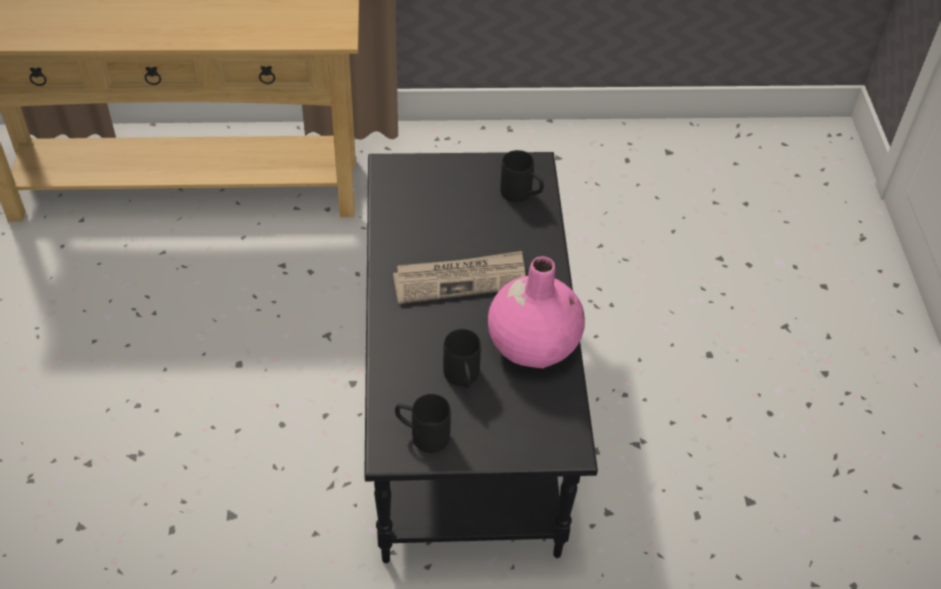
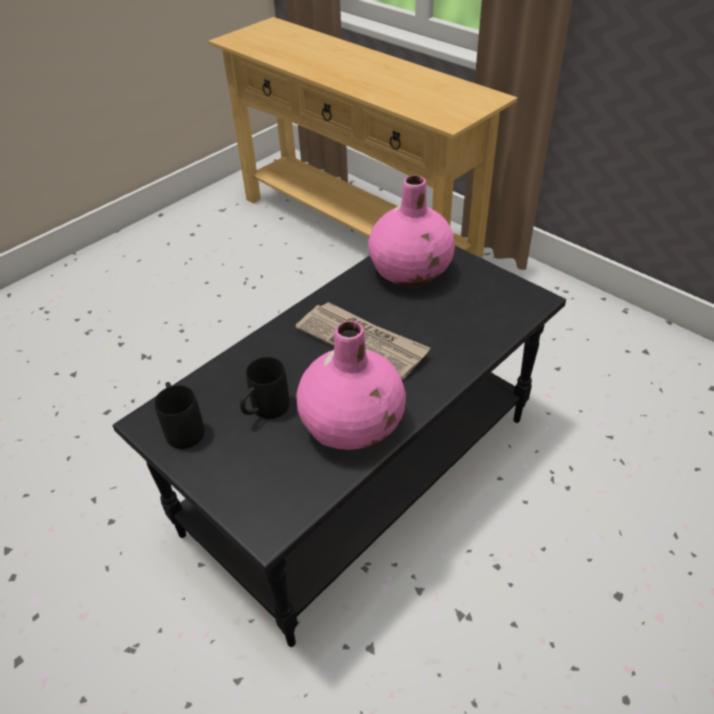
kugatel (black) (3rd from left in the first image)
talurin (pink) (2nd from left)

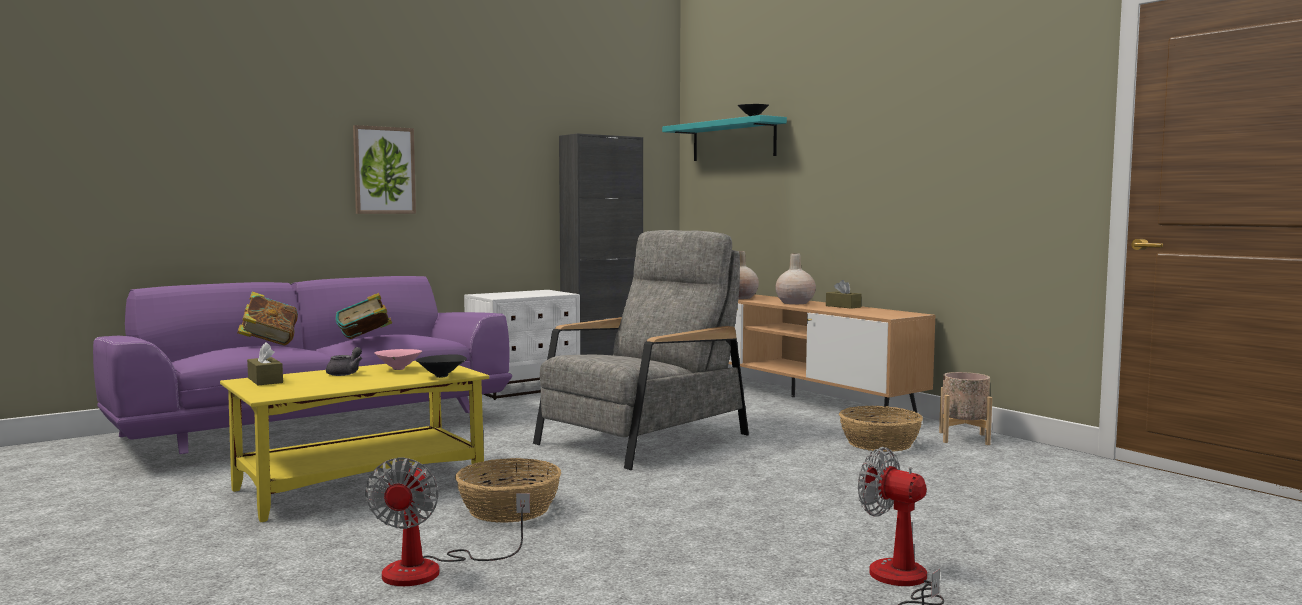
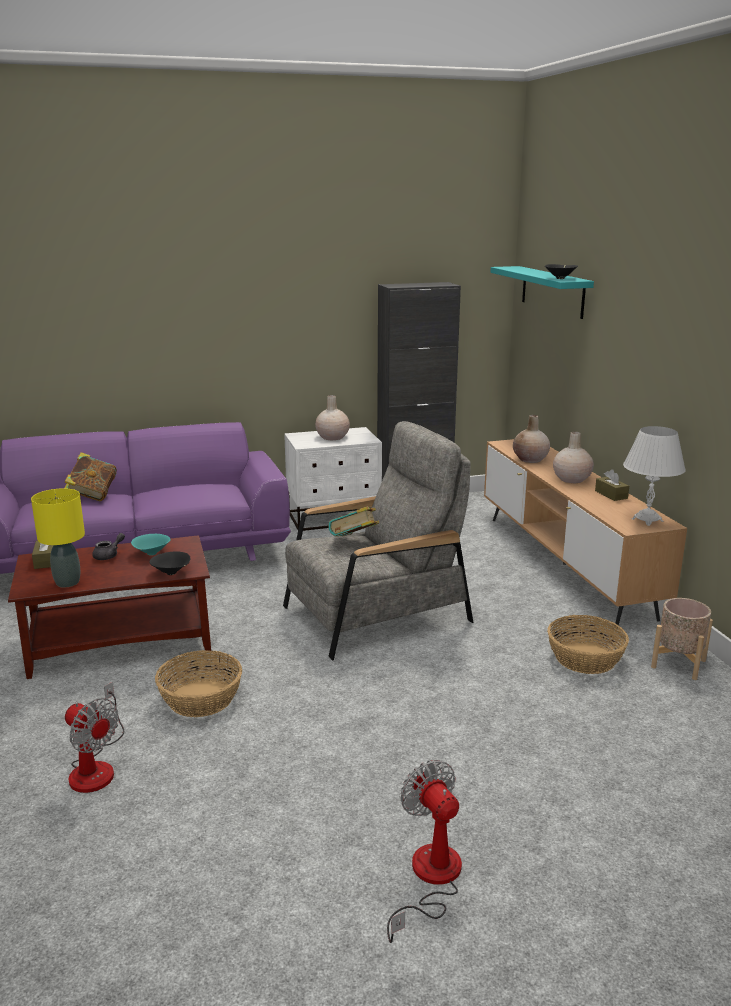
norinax
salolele (2nd from left)
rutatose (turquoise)
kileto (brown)
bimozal (1st from left)
talurin (beige) (1st from left)
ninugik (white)
ninugik (yellow)

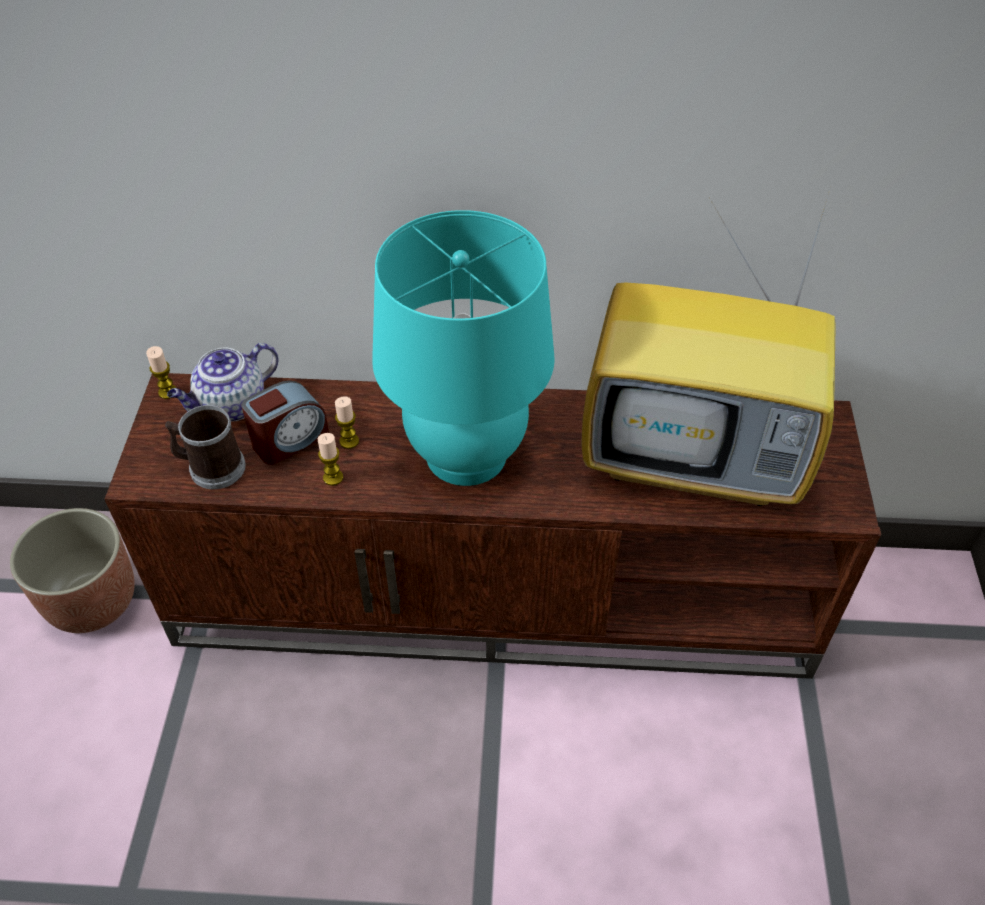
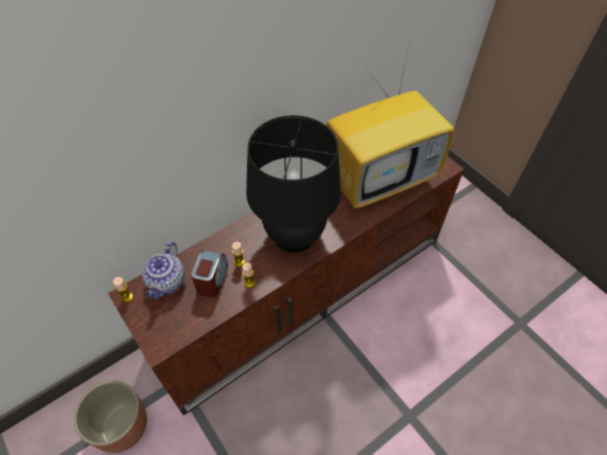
ninugik (black)
kugatel

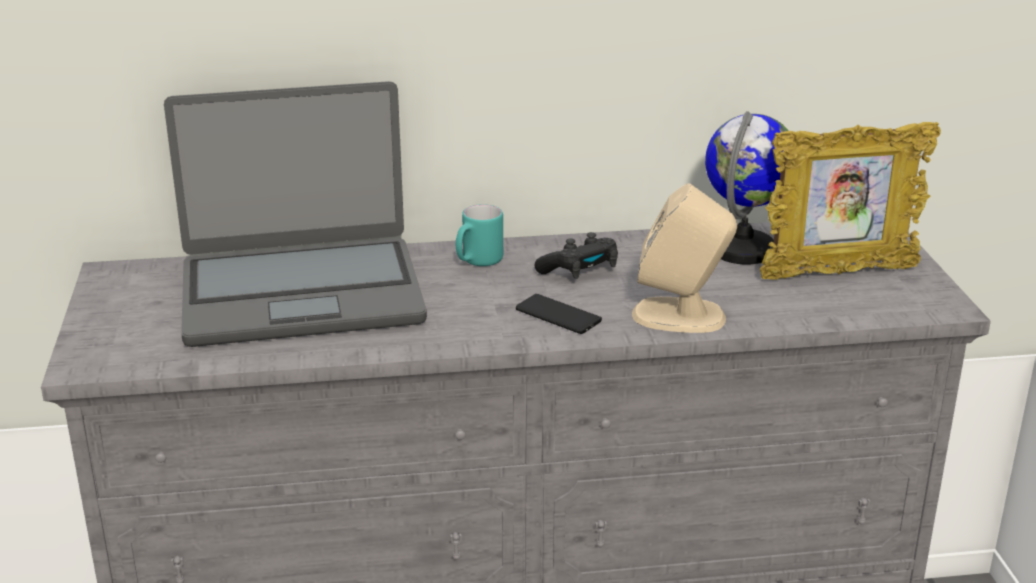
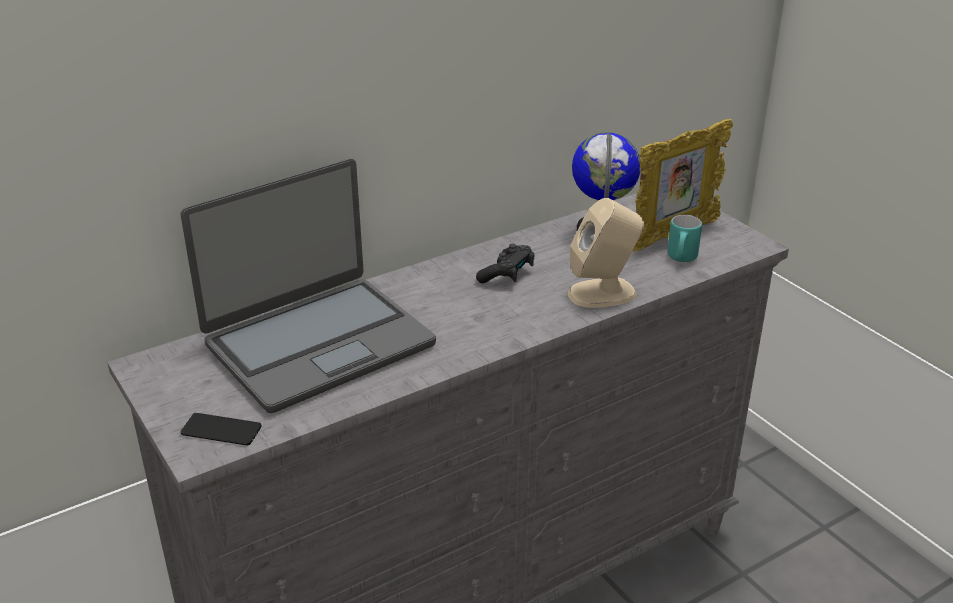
kugatel (turquoise)
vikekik

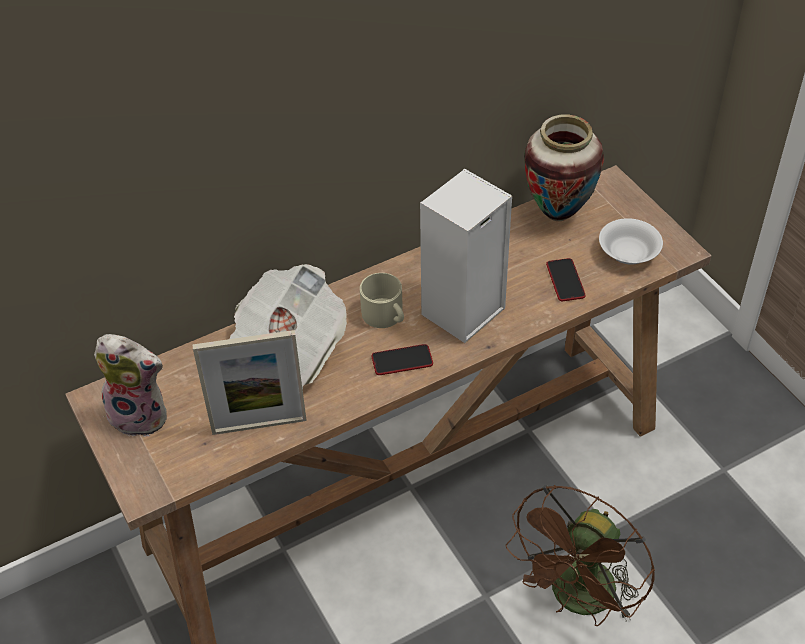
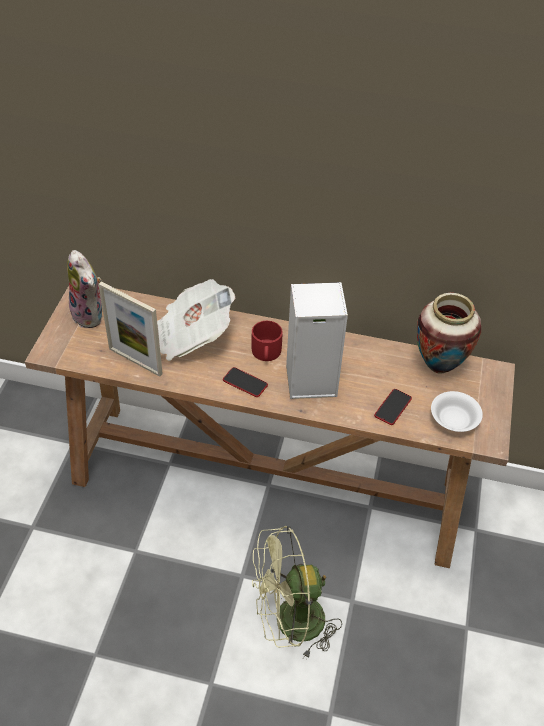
kugatel (red)
bimozal (green)

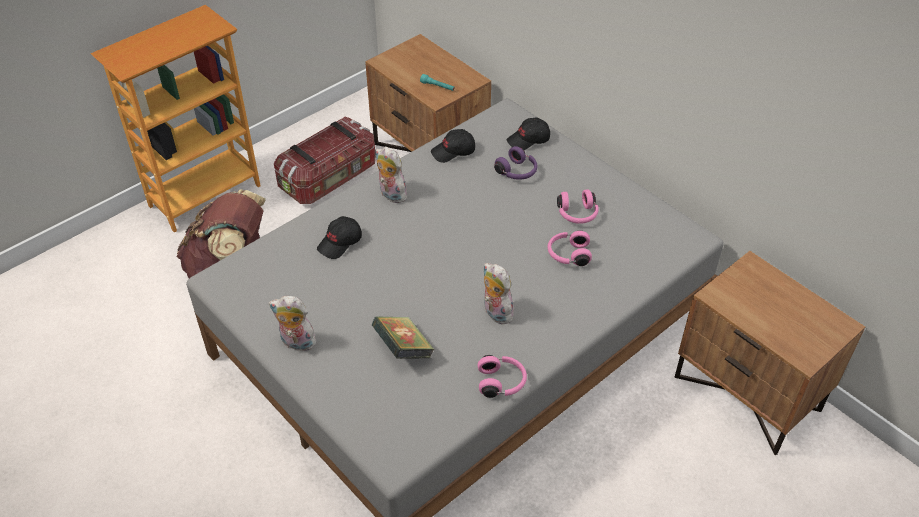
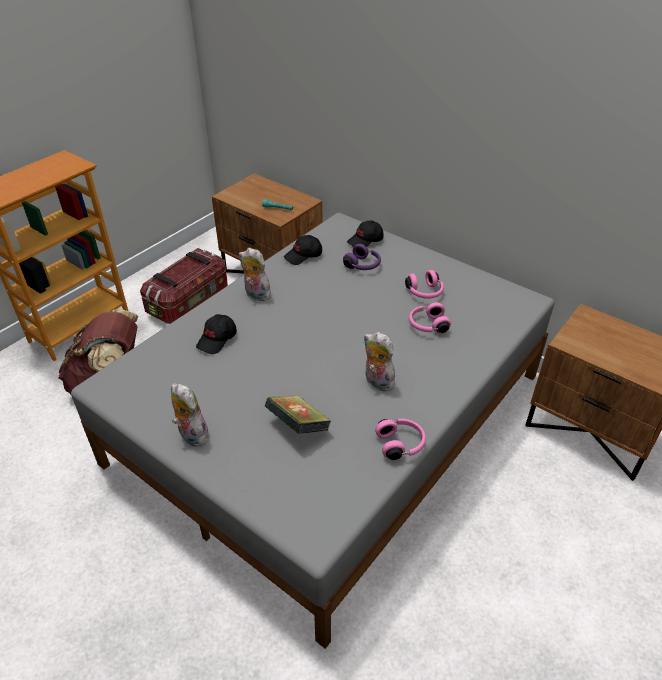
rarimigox (1st from left)

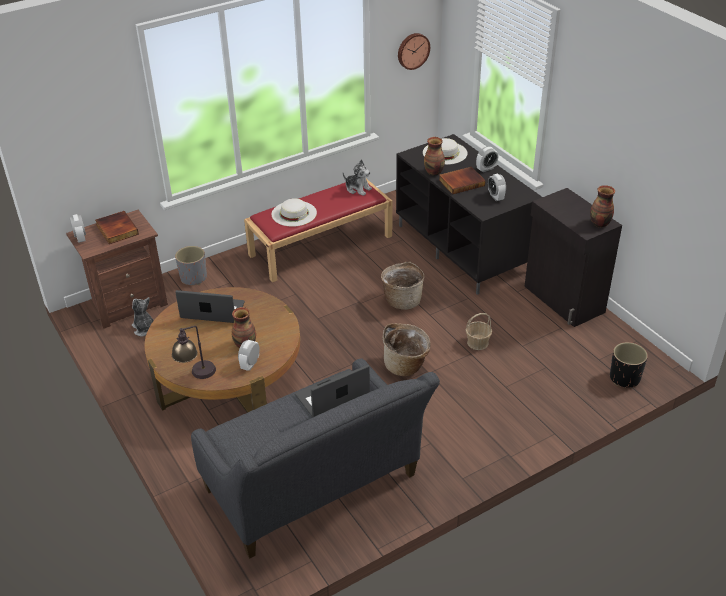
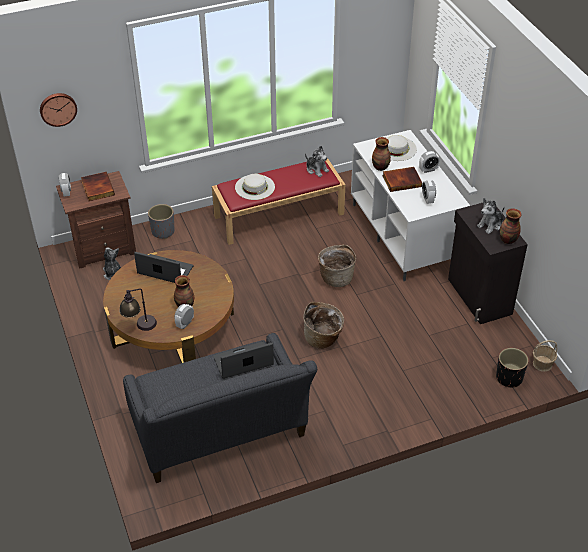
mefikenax
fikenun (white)
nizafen (3rd from left)
rarimigox (3rd from left)

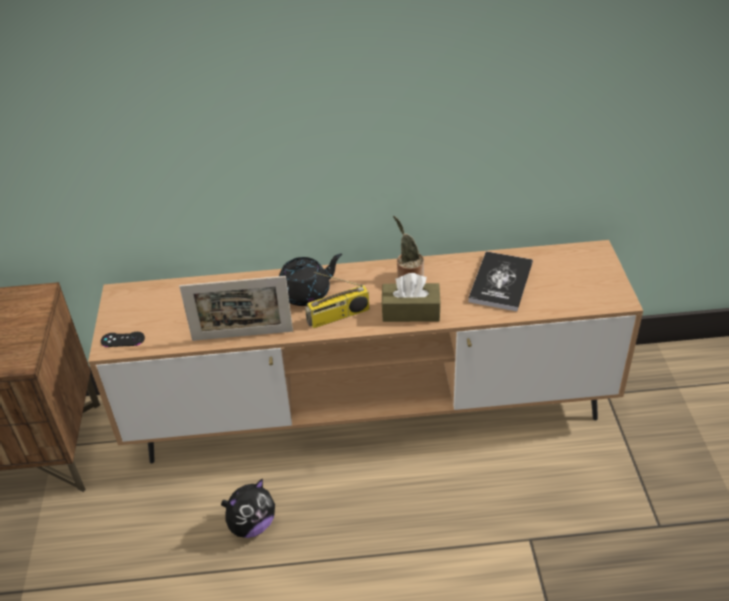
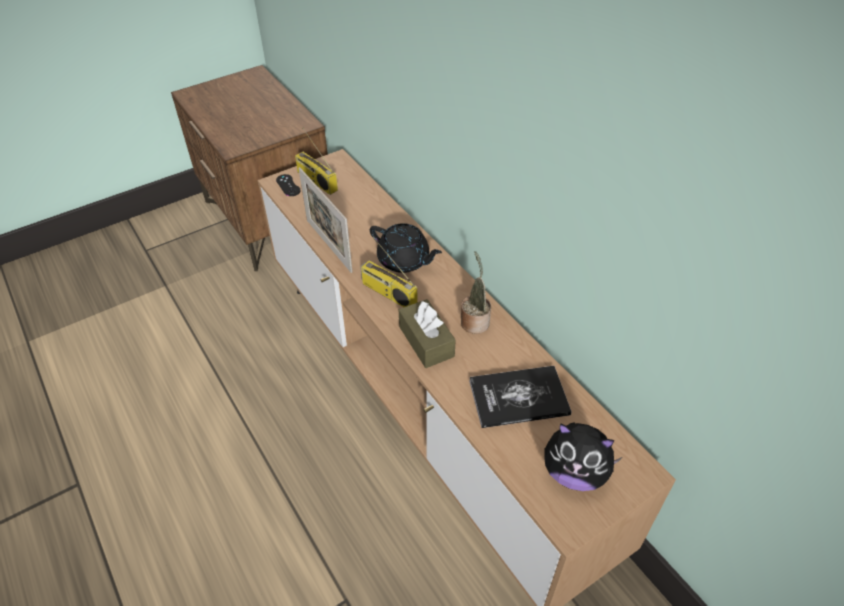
rarimigox
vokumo (1st from left)

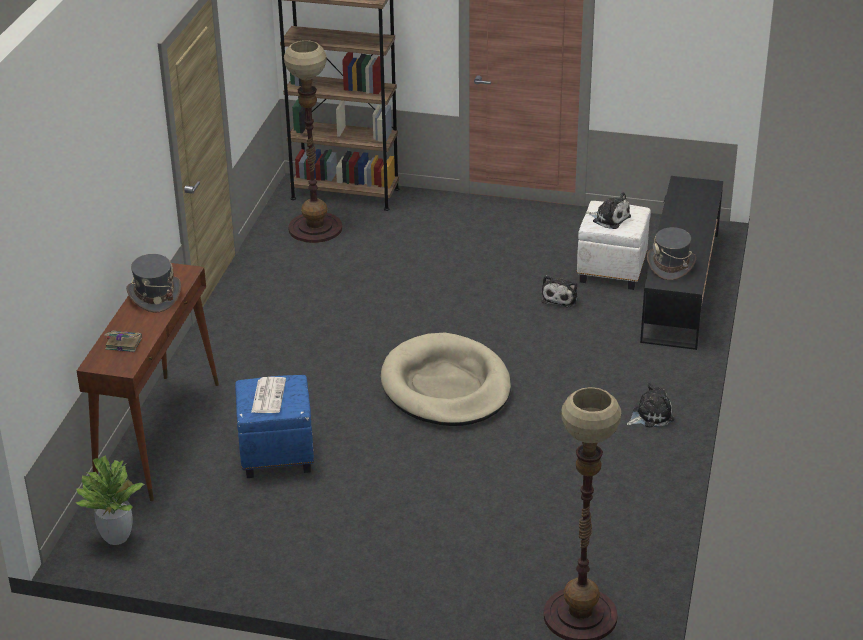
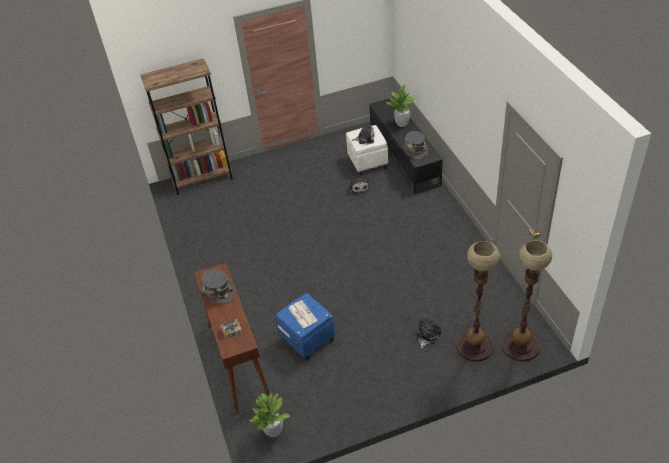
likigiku (1st from left)
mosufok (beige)
rarimigox (3rd from left)
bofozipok (2nd from left)

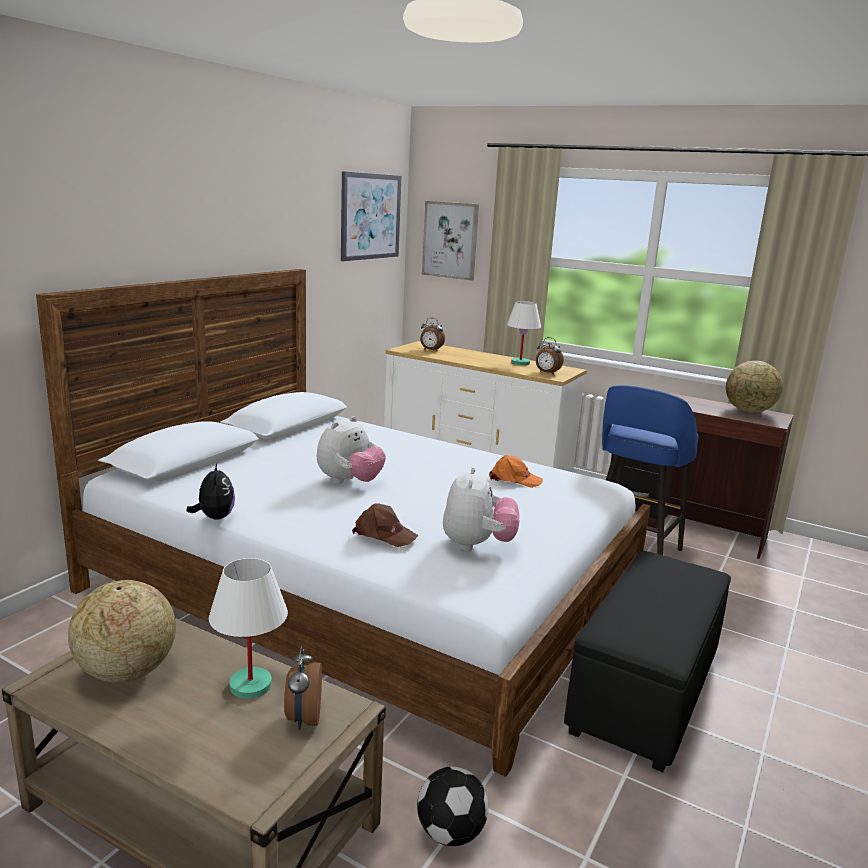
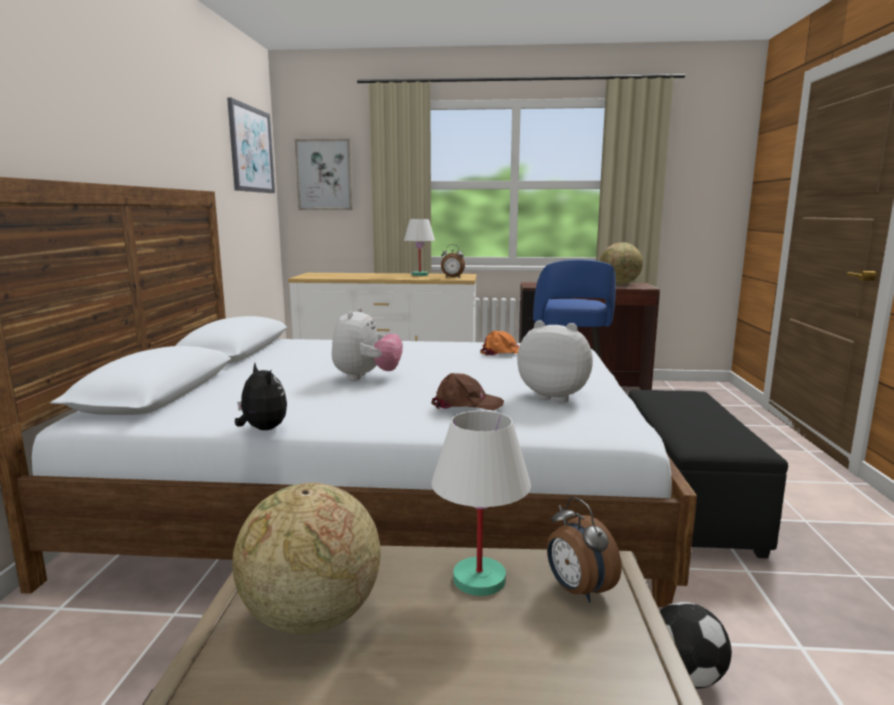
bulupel (2nd from left in the first image)
rarimigox (3rd from left)

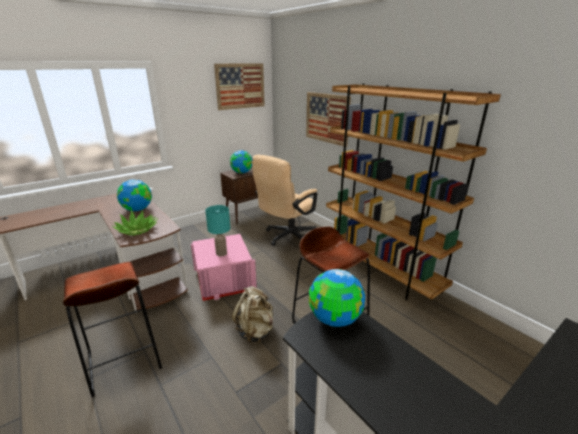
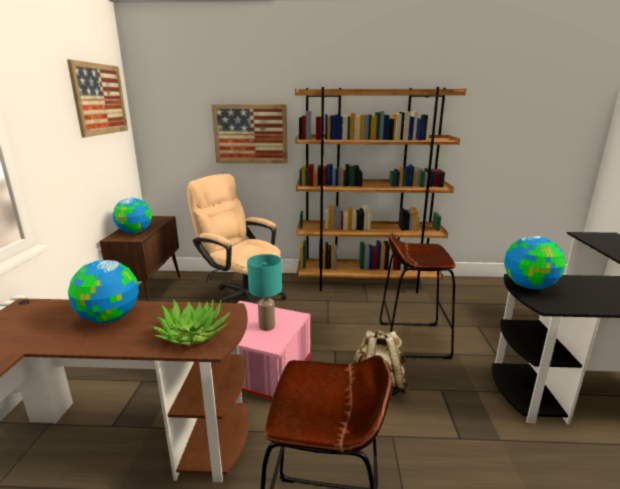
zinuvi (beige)

